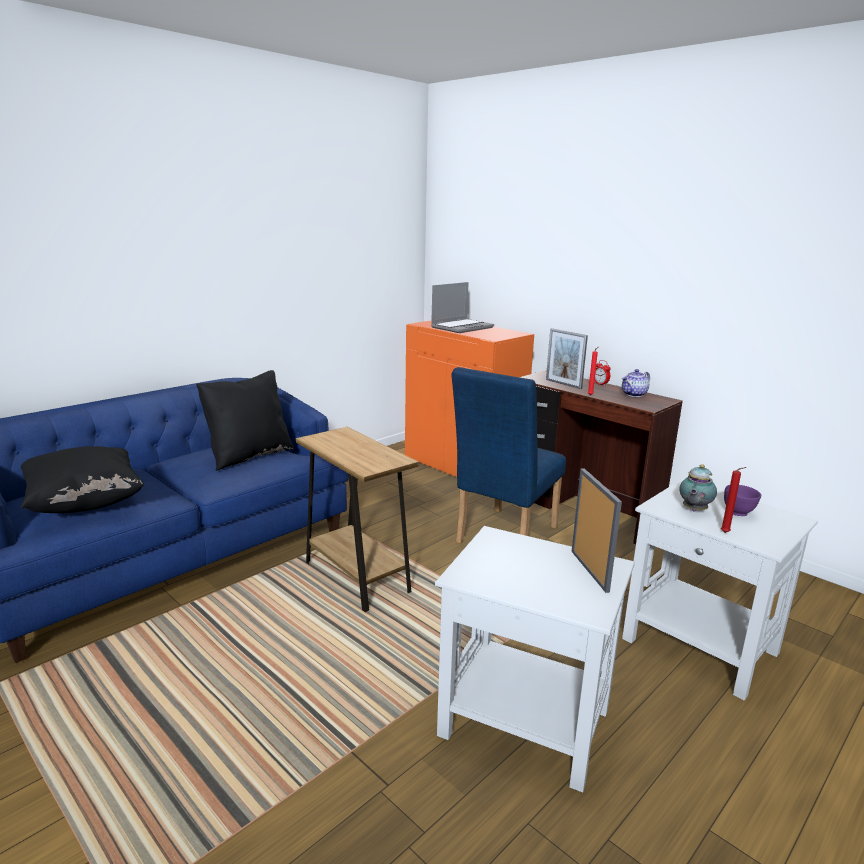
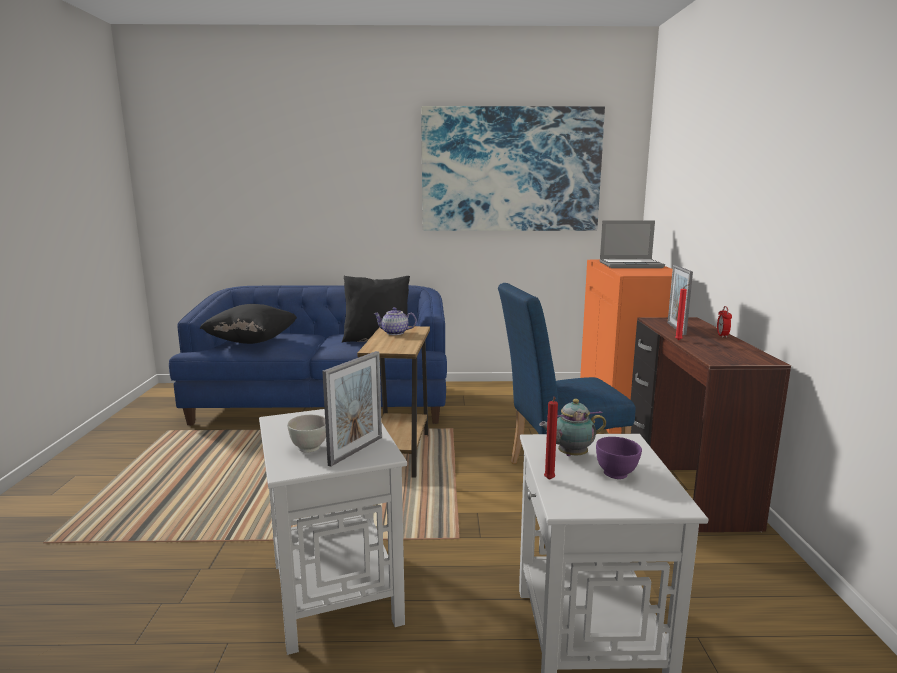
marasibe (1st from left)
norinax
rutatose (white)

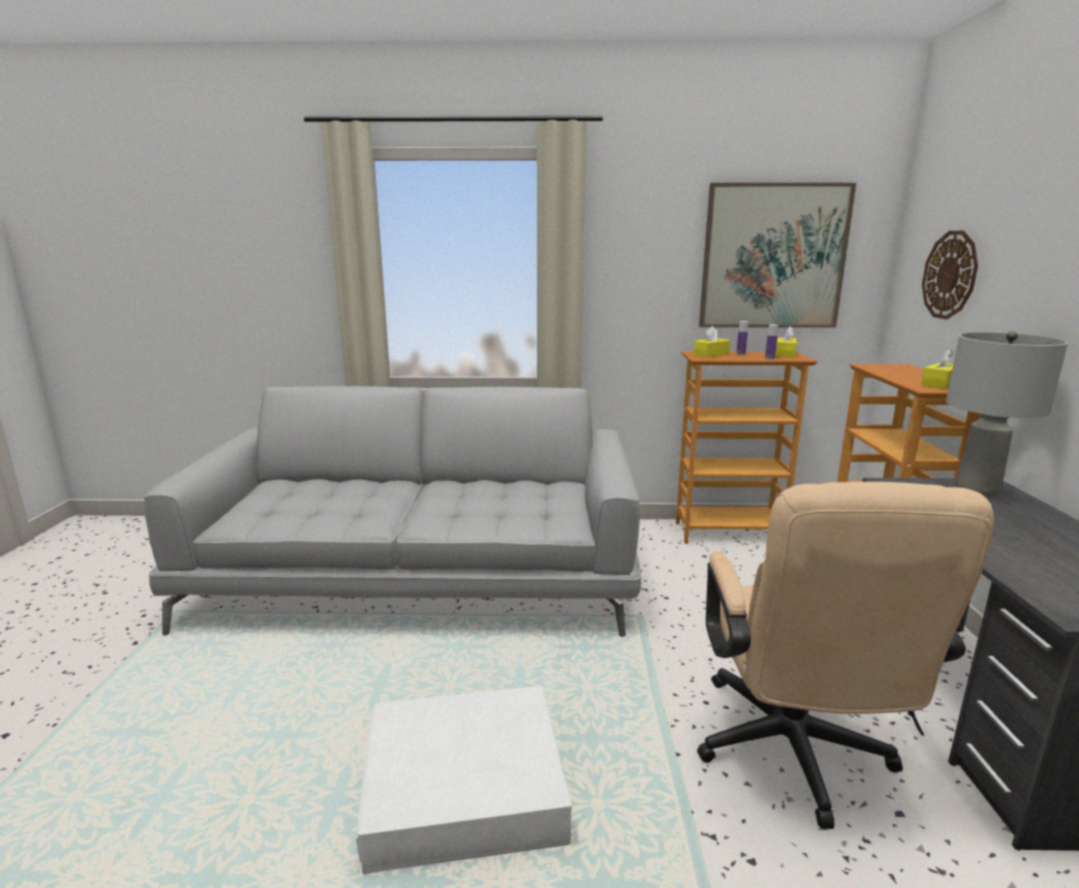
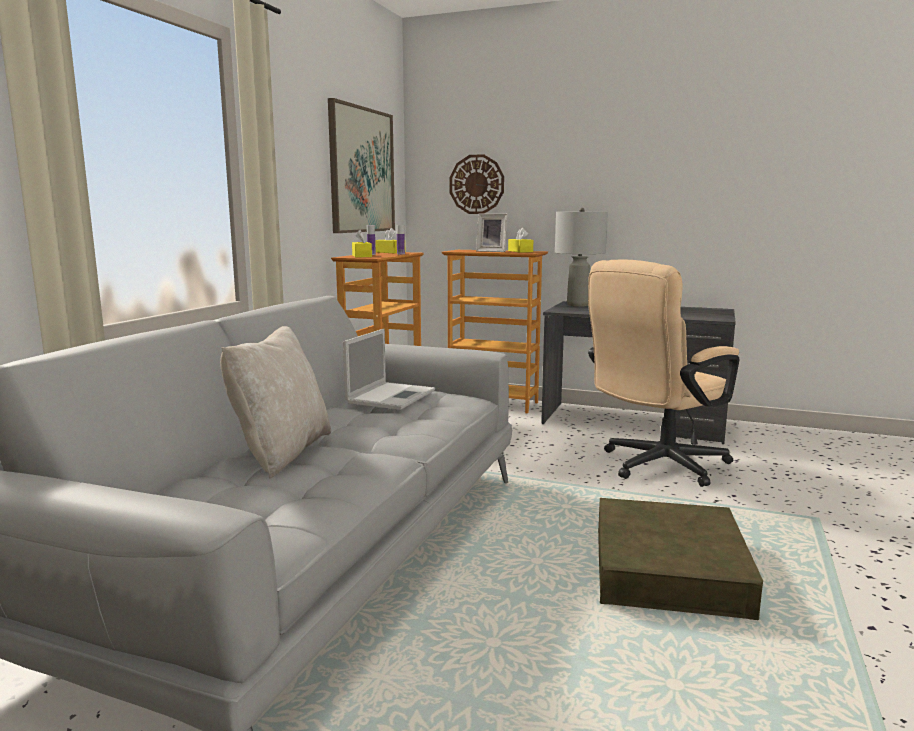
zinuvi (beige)
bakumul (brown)
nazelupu
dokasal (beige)
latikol

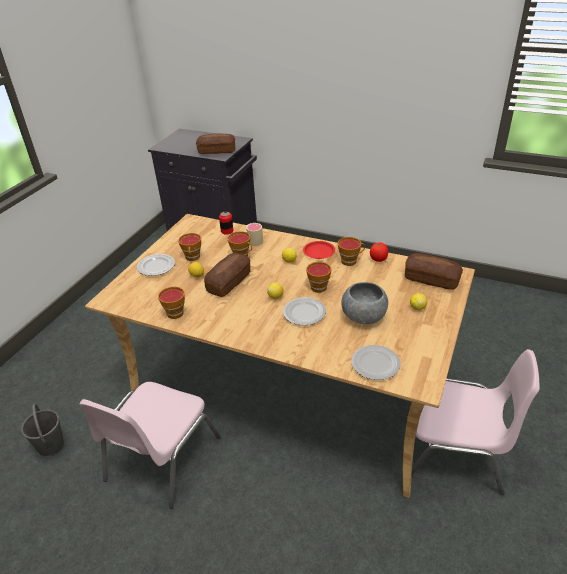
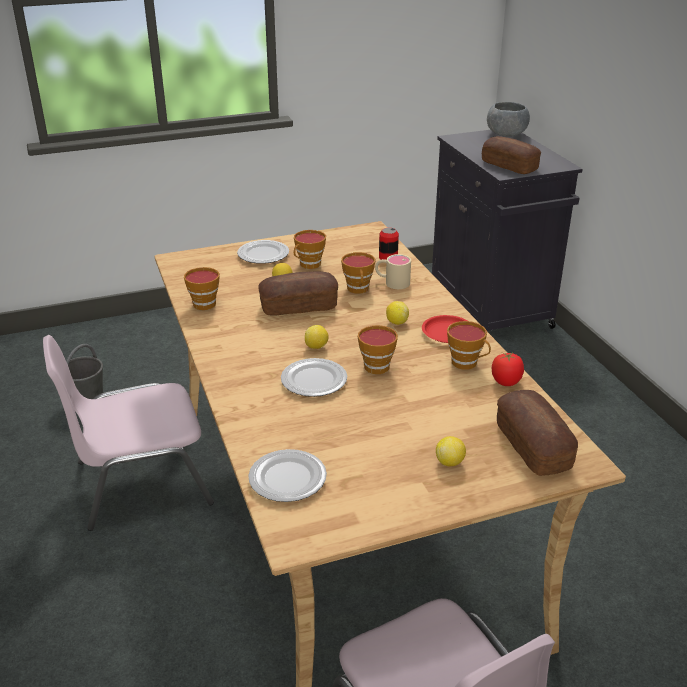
rutatose (grey)

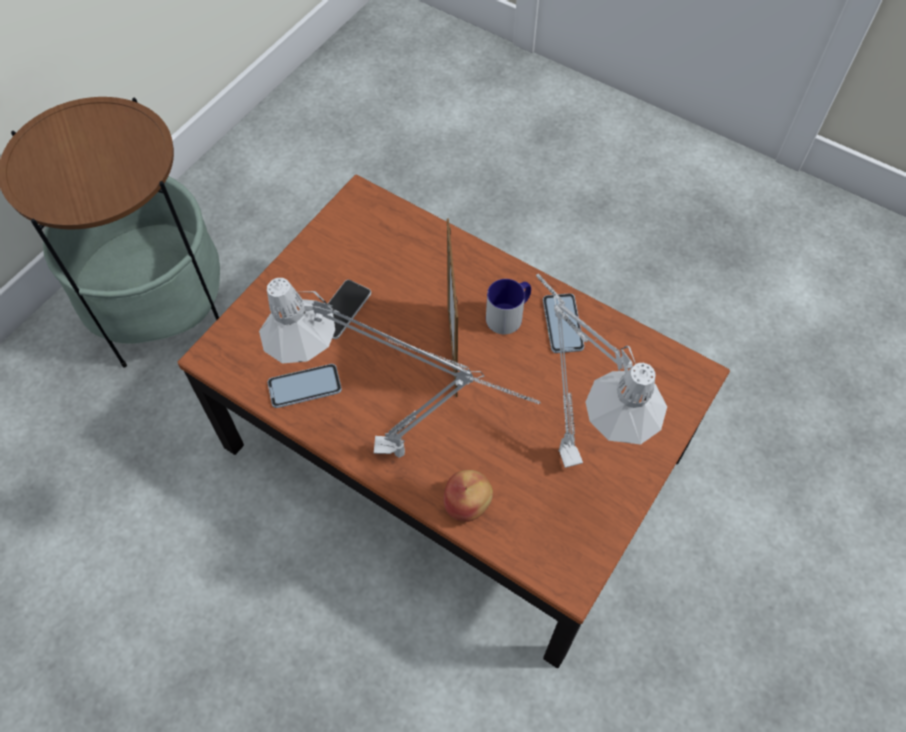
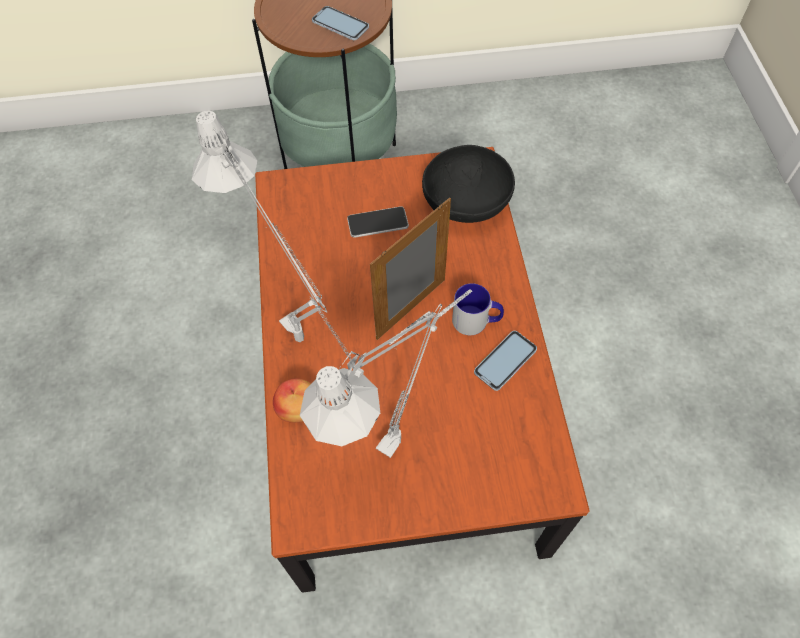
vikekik (1st from left)
rutatose (black)

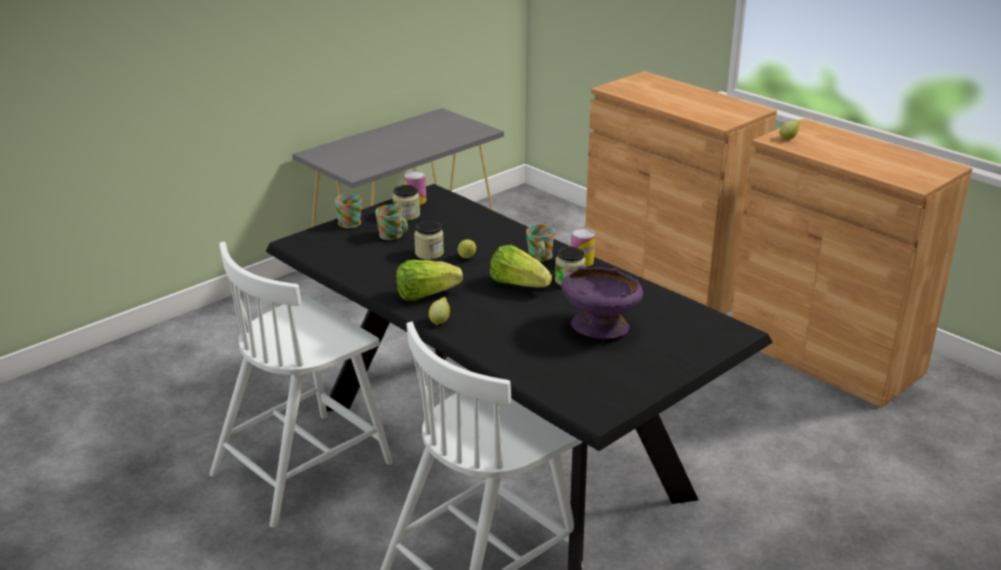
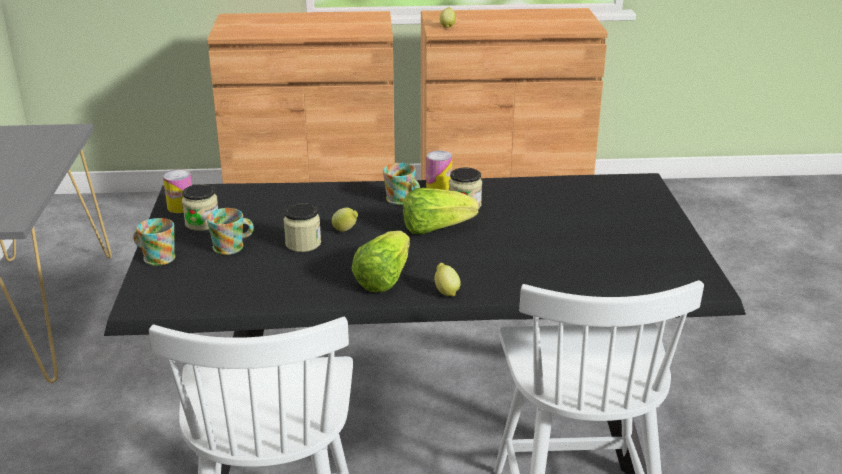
rutatose (purple)

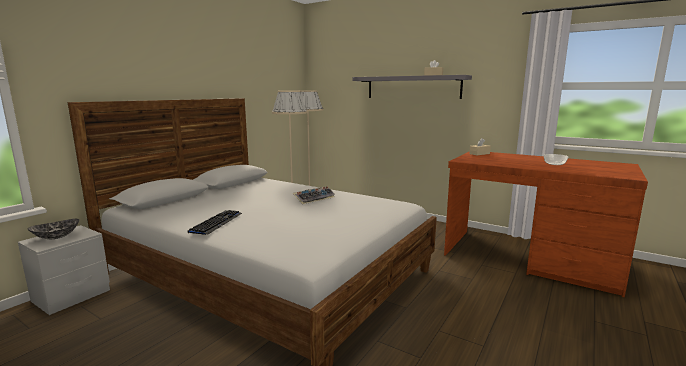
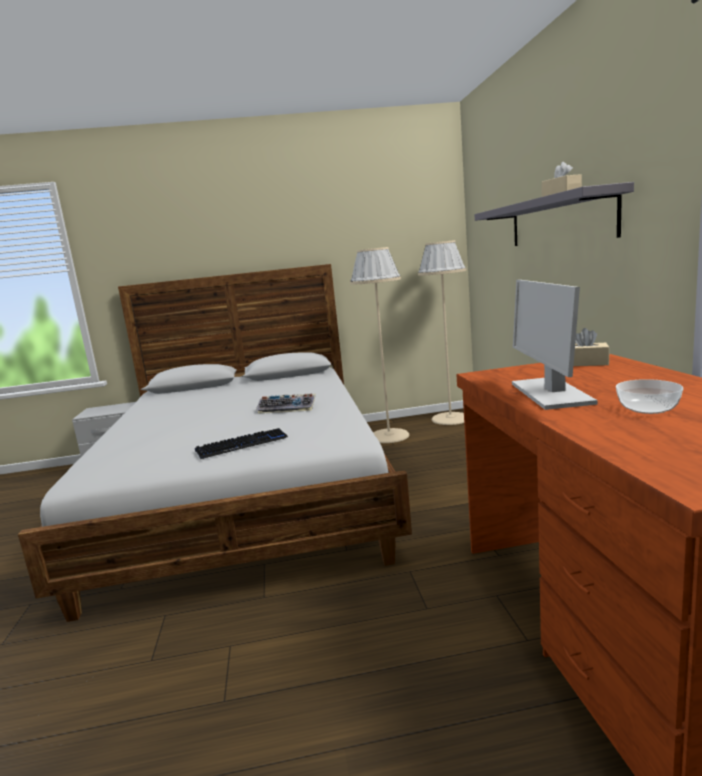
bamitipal (1st from left)
rutatose (1st from left in the first image)
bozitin

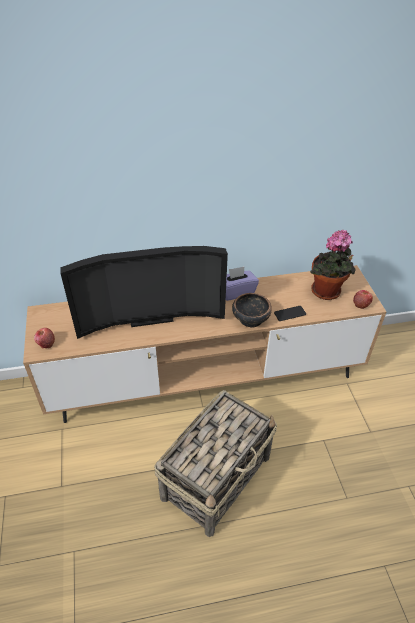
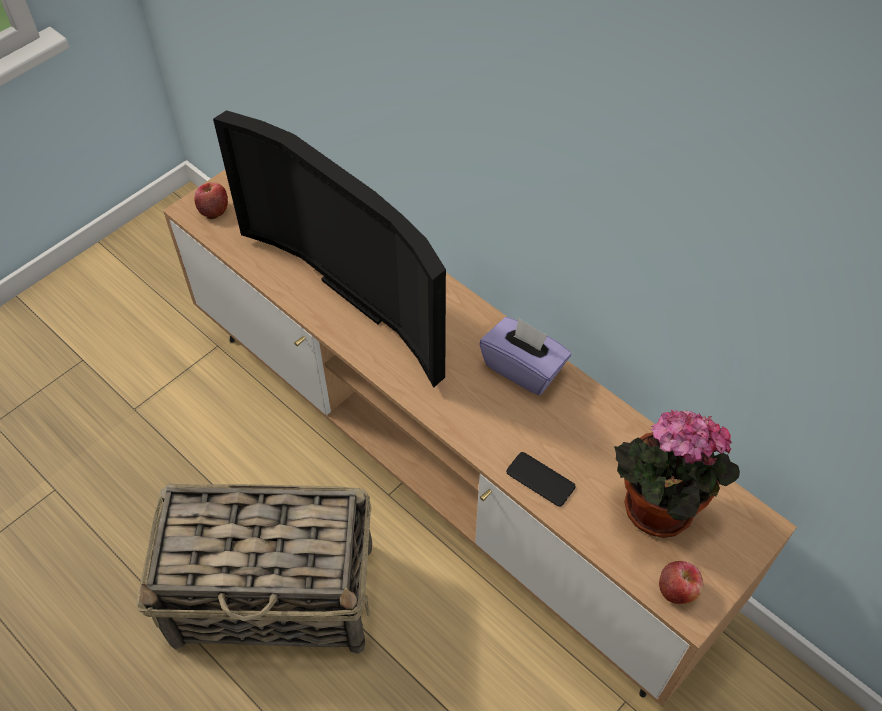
rutatose

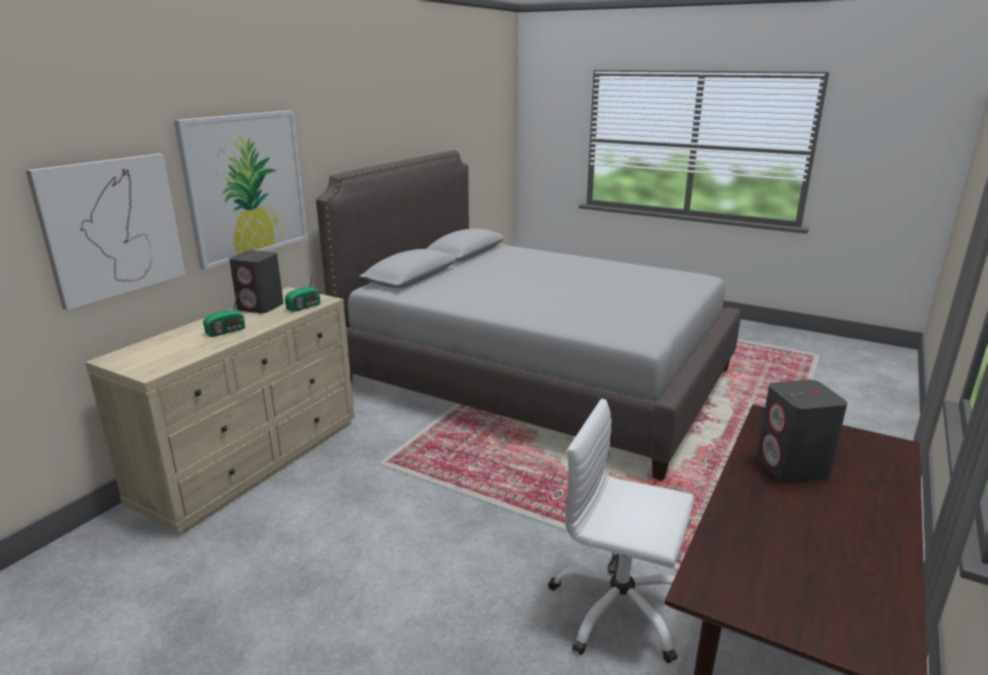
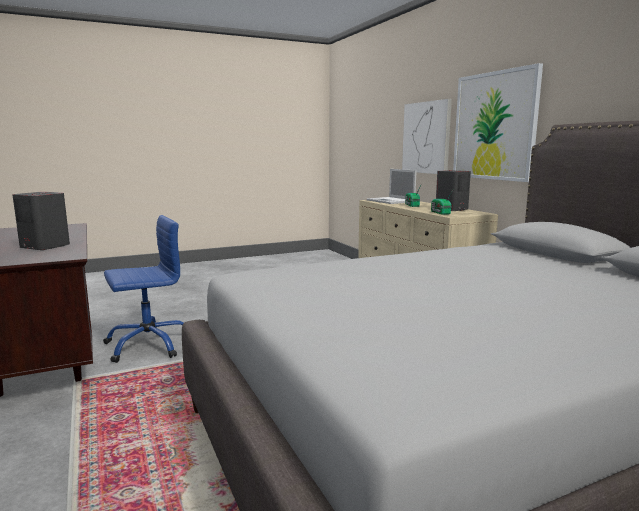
zinuvi (blue)
latikol

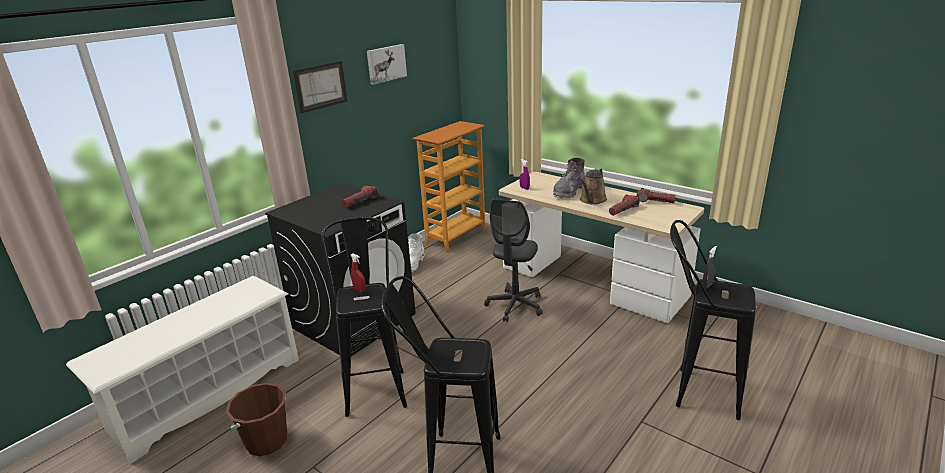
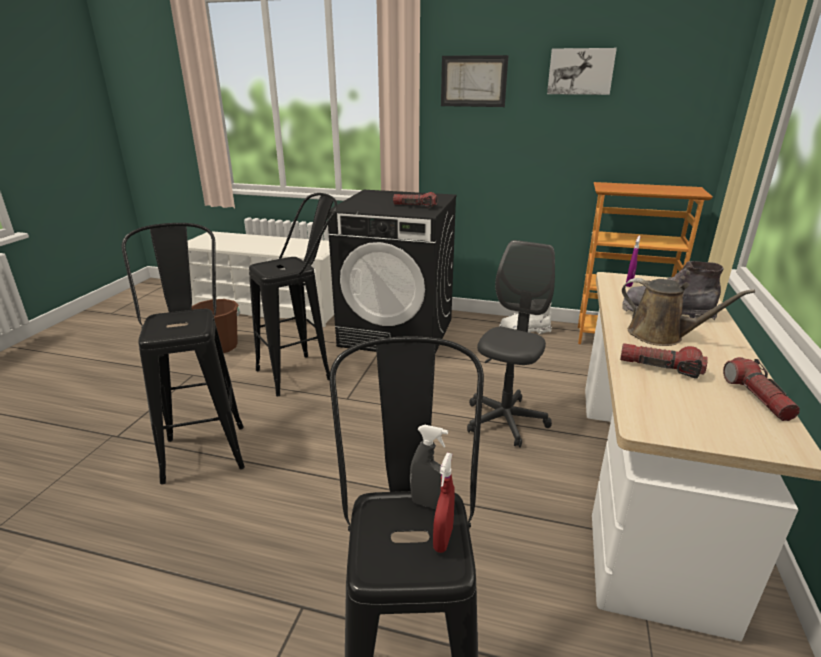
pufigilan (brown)
zinuvi (grey)
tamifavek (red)

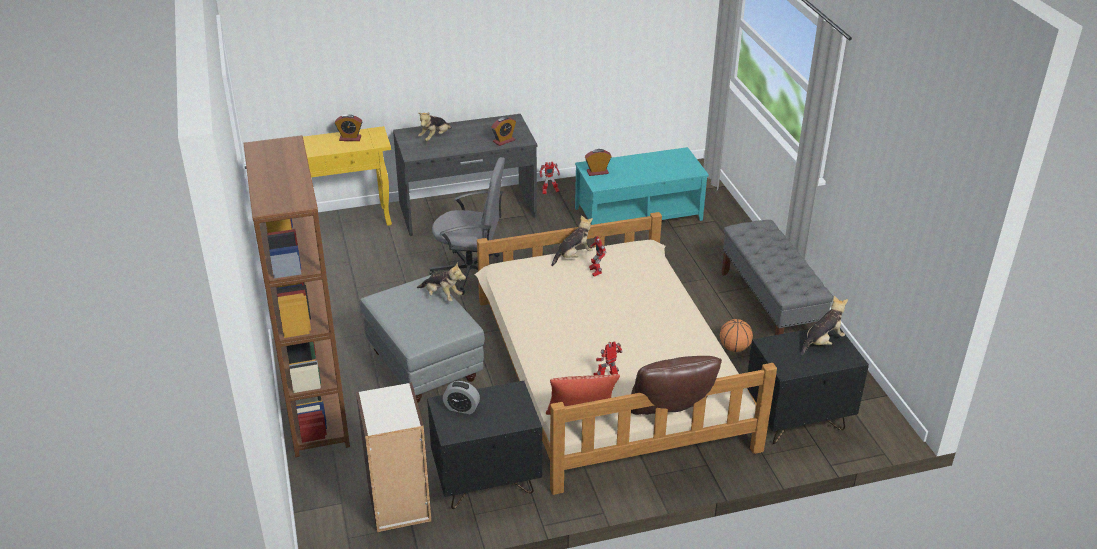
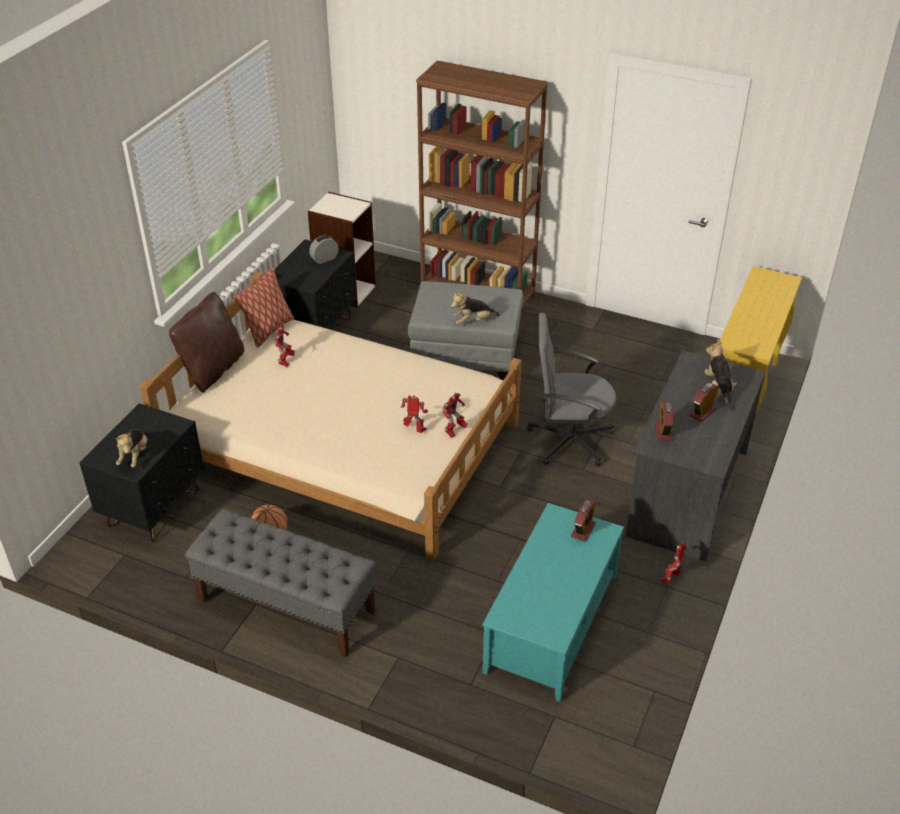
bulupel (4th from left)
zinuvi (grey)
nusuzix (3rd from left)

